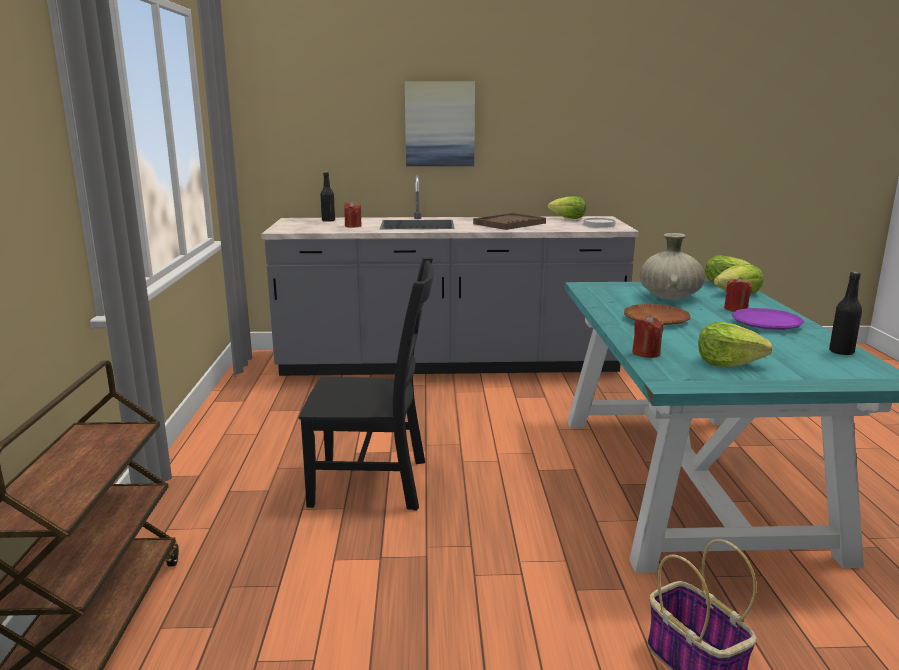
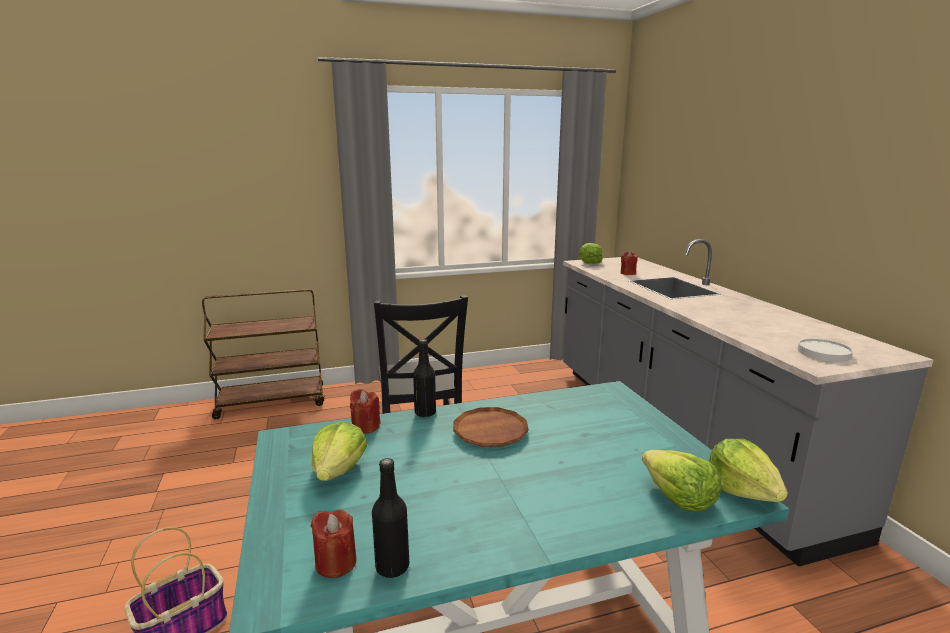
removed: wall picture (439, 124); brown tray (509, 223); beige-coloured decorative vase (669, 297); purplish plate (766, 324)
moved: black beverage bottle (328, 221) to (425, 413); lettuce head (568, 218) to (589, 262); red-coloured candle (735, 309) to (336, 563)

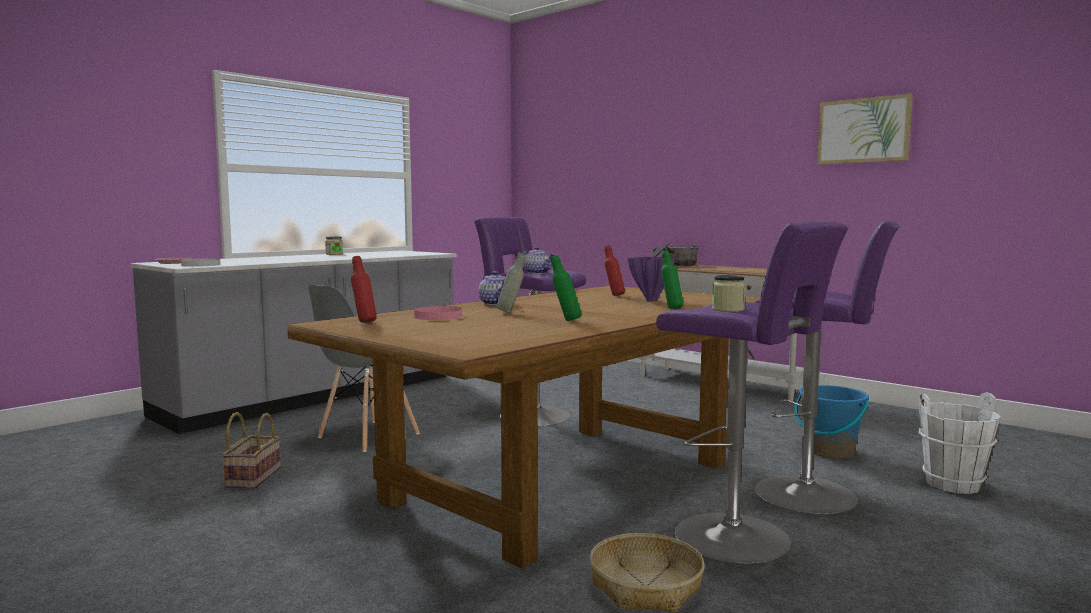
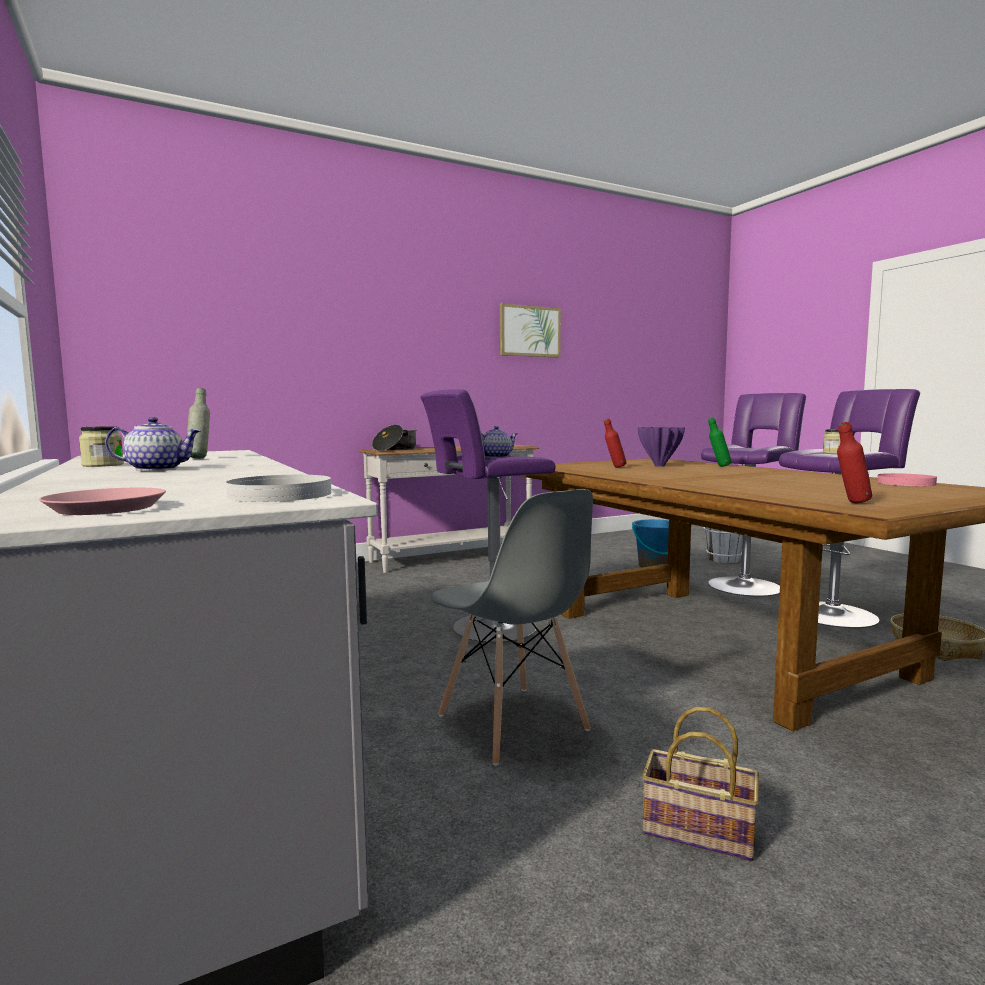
removed: green beverage bottle (565, 320)
moved: gray beverage bottle (511, 312) to (200, 458); tea pot (496, 304) to (157, 469); pink-coloured plate (437, 316) to (906, 483)

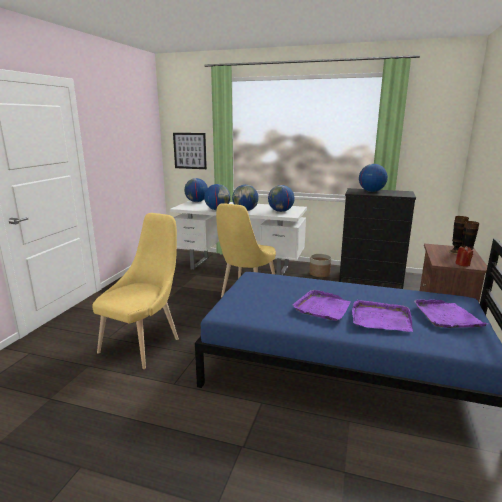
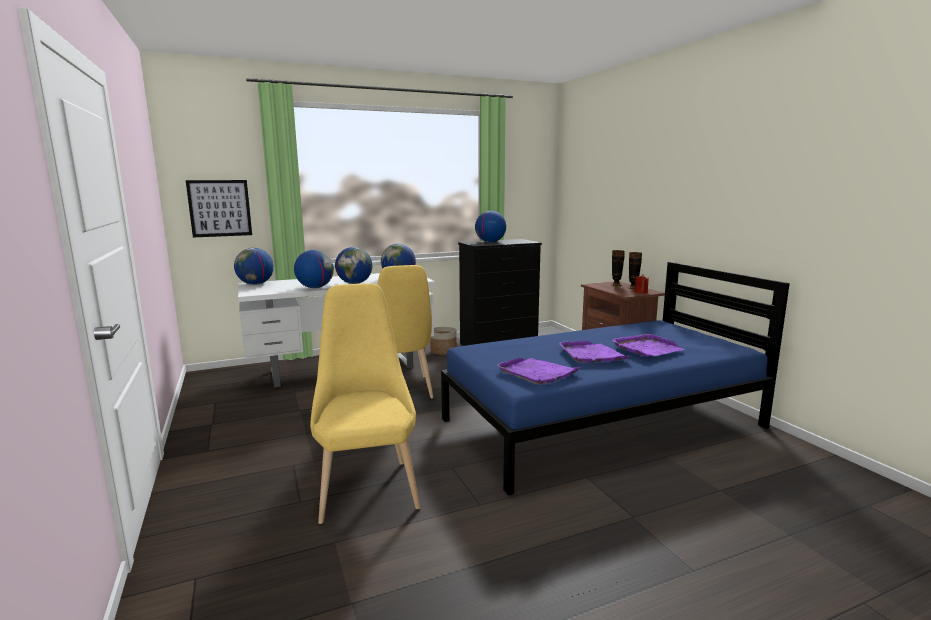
moved: purplish tray (446, 316) to (537, 372)

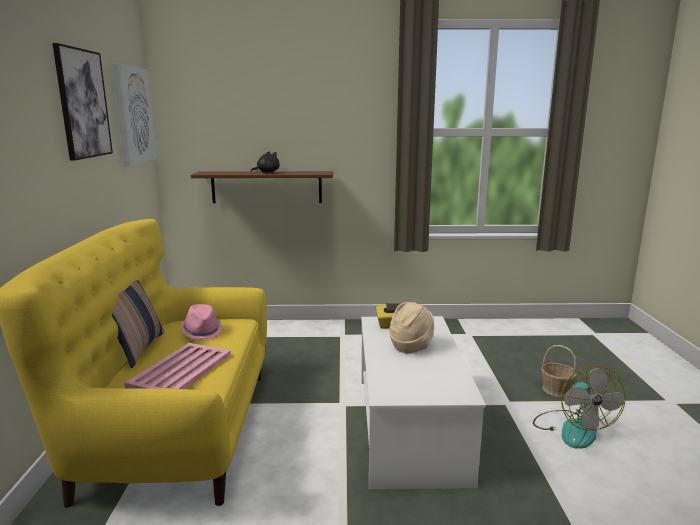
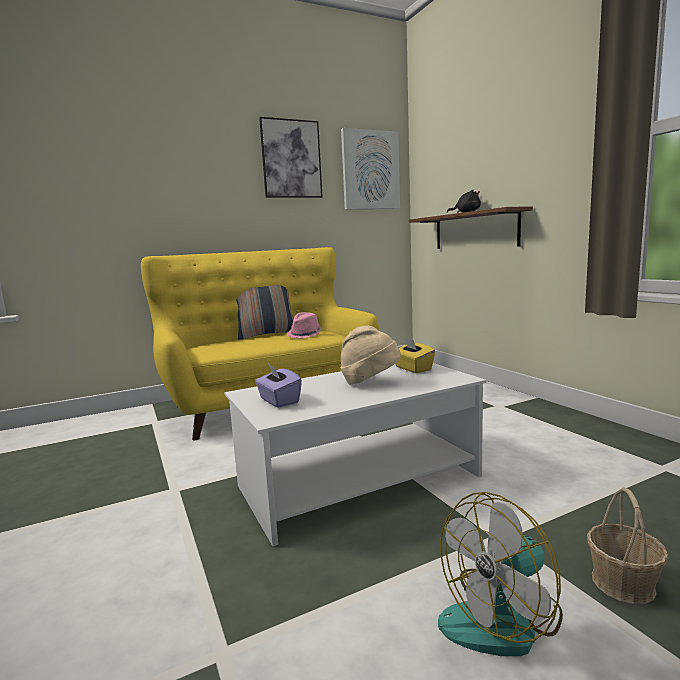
removed: pink-coloured tray (182, 370)
added: purplish tissue box (278, 401)

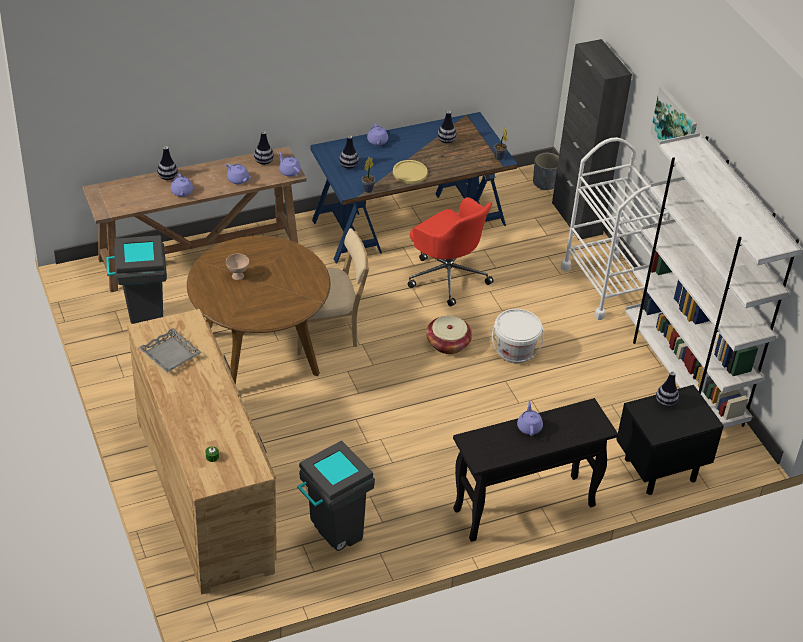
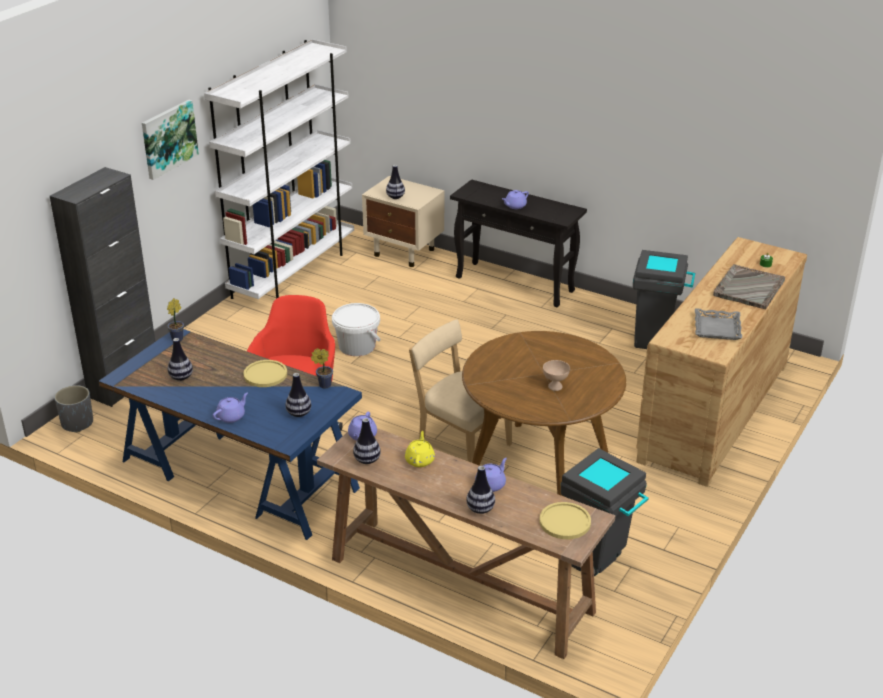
removed: whitish cart (607, 286); storage basket (448, 343)
added: gray tray (748, 288); yellow-coloured plate (565, 522)
recoloured: purplish tea pot (238, 180) to yellow-coloured tea pot (420, 460); black bedside table (659, 470) to beige-coloured bedside table (405, 252)

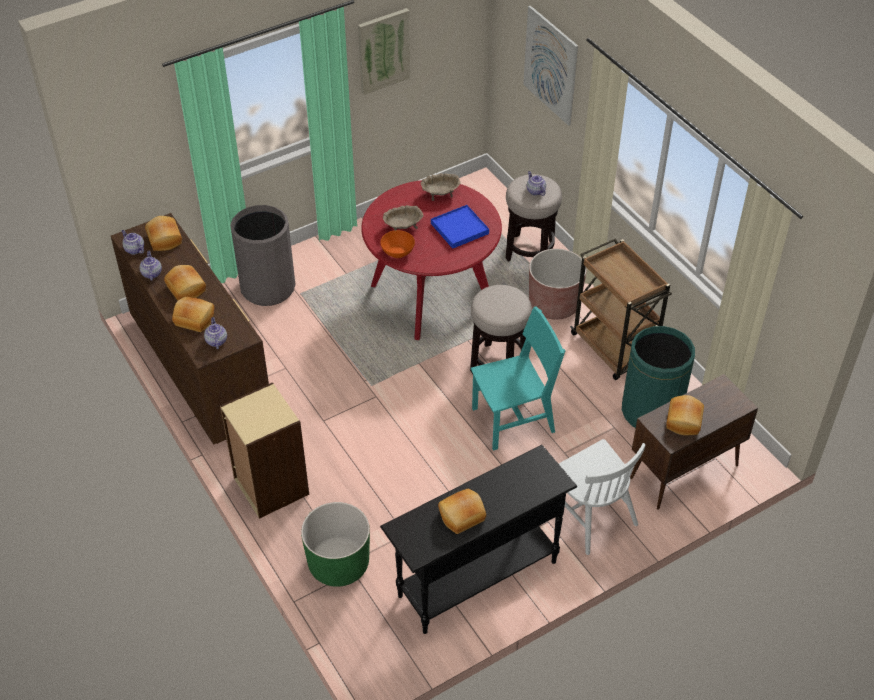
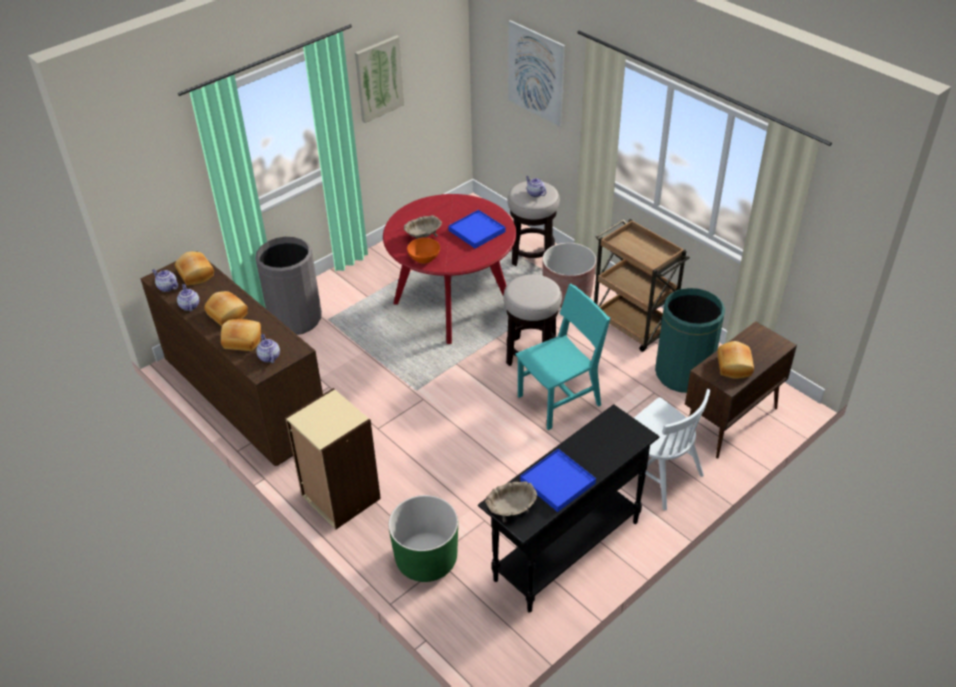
moved: beige-coloured deep dish (440, 193) to (511, 509)
replaced: baked bread (462, 517) to bluish tray (557, 482)

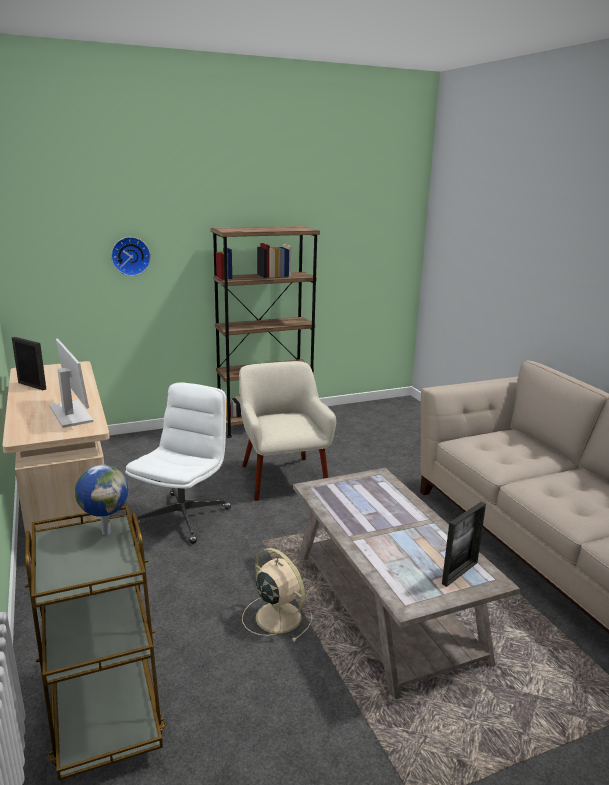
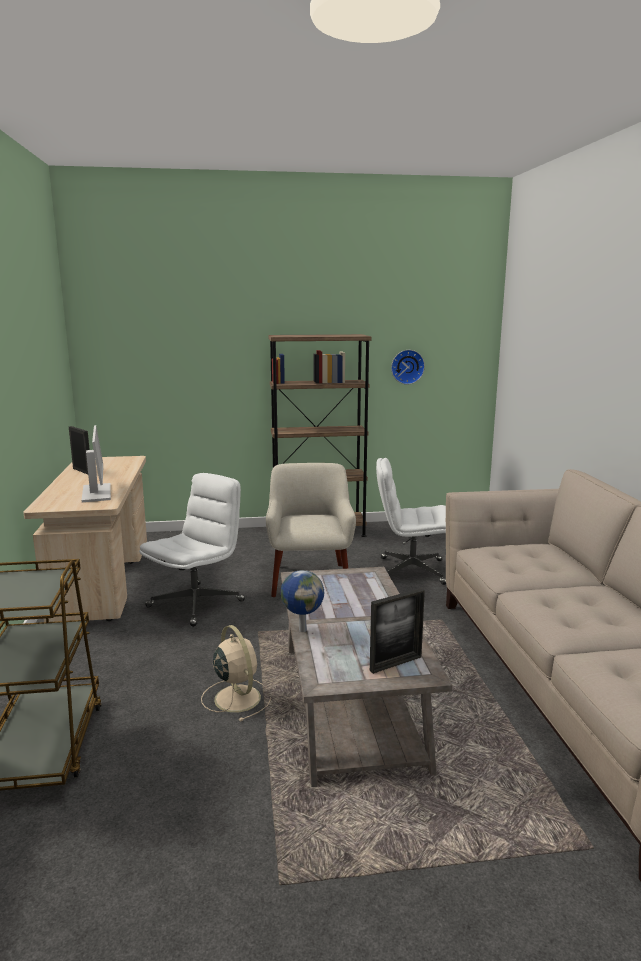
added: whitish office chair (411, 571)
moved: clock on the wall (130, 256) to (407, 366); world globe (106, 532) to (302, 630)

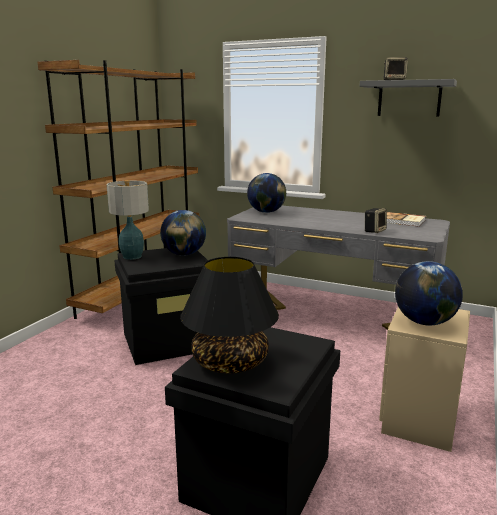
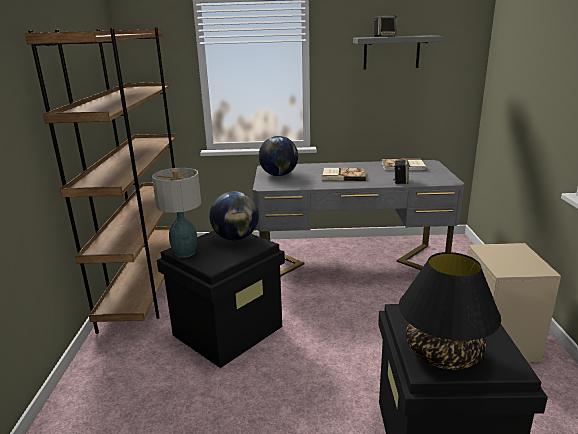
removed: world globe (424, 322)
added: volume (343, 176)

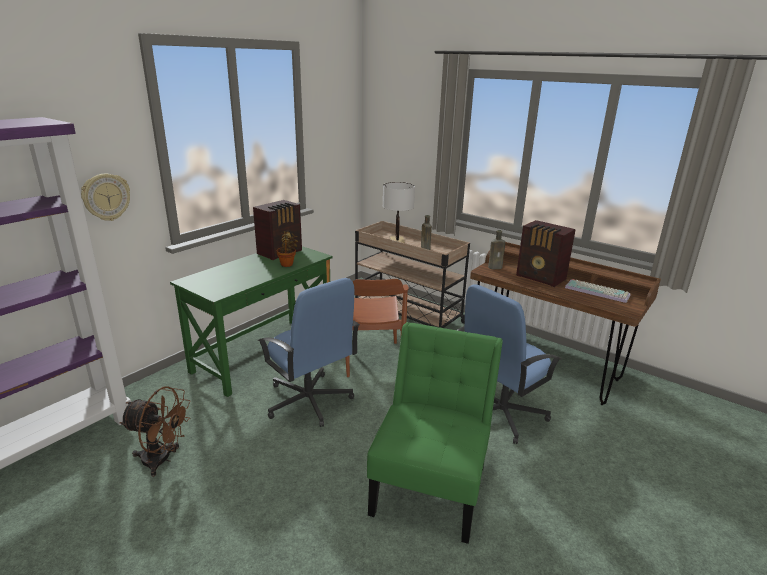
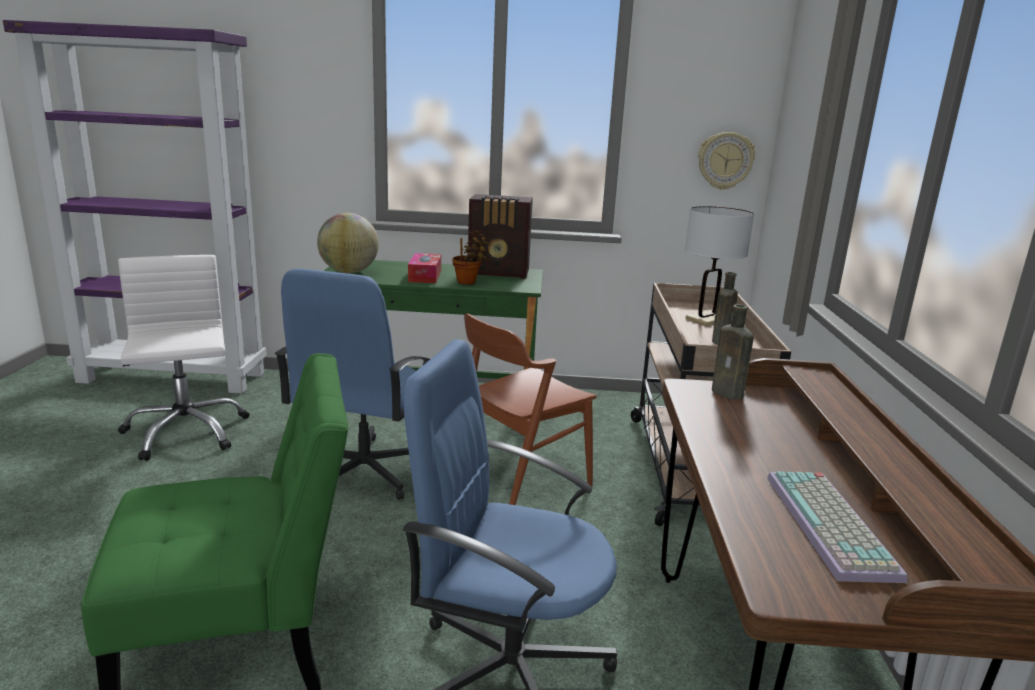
removed: radio (541, 278)
added: world globe (349, 272); tissue box (425, 276)
moved: clock on the wall (106, 197) to (725, 161)
replaced: brown cooling fan (162, 460) to whitish office chair (185, 432)

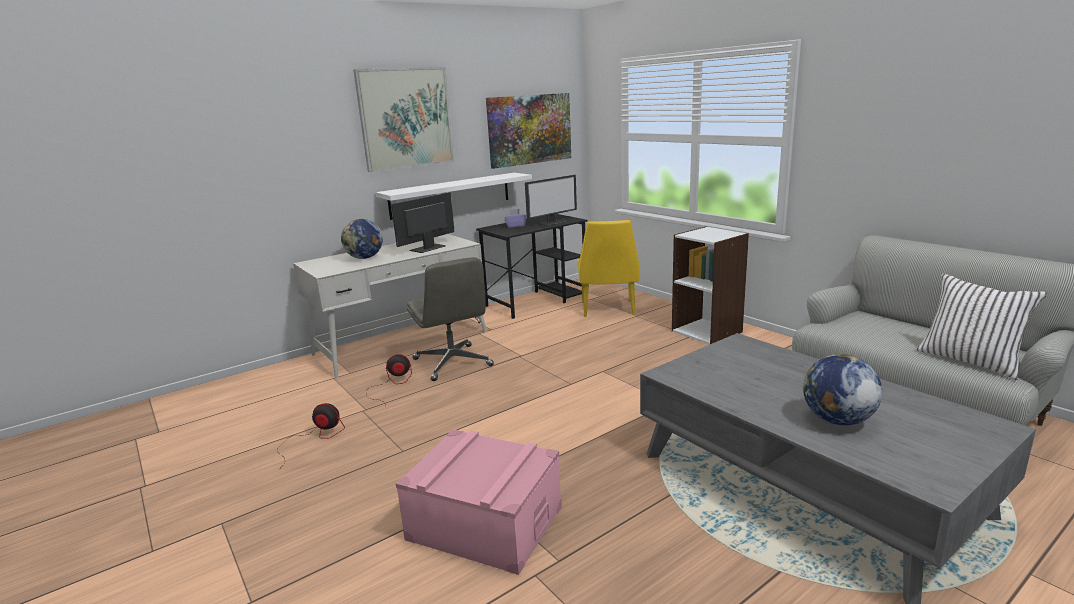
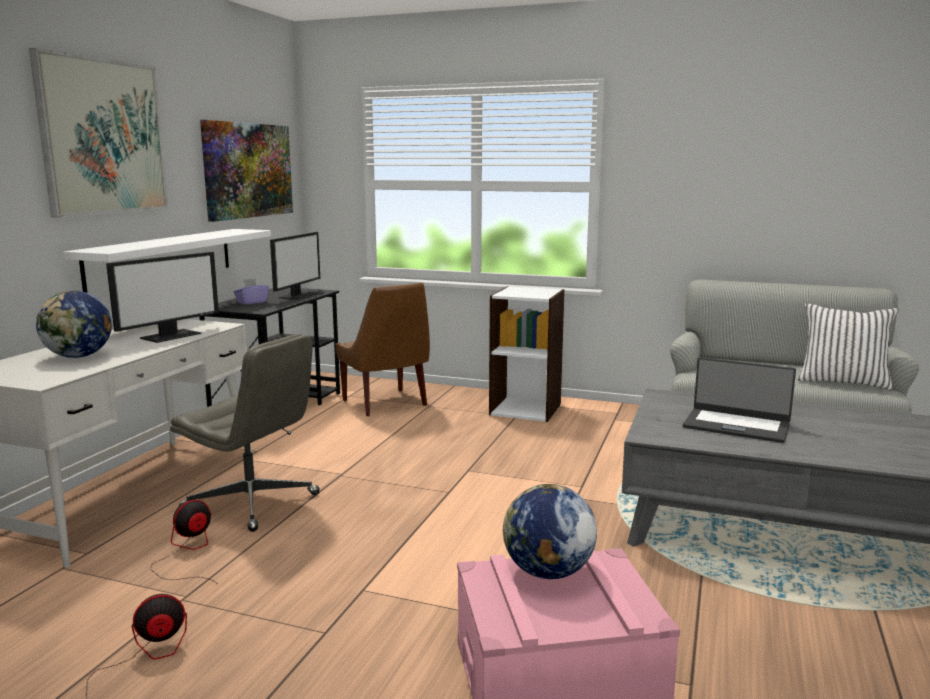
added: portable computer (736, 425)
moved: world globe (837, 420) to (547, 572)
recoloured: yellow-coloured plain chair (608, 309) to brown plain chair (386, 404)
turned: computer screen (428, 248) = (170, 335) 150 degrees counterclockwise

